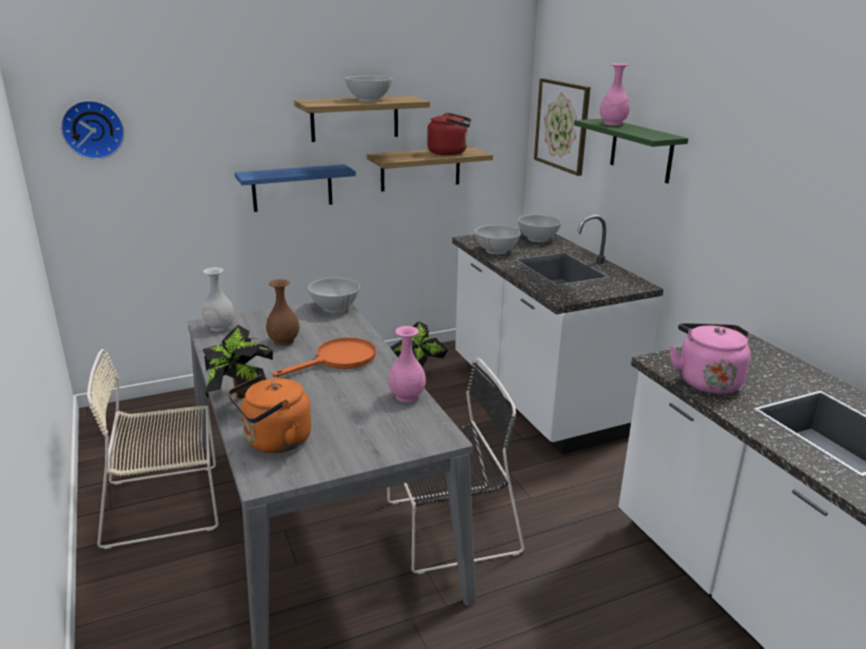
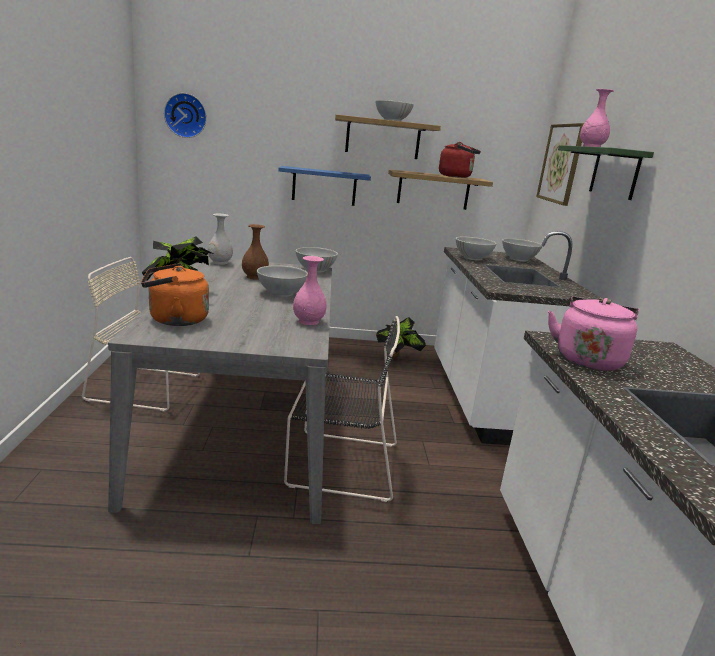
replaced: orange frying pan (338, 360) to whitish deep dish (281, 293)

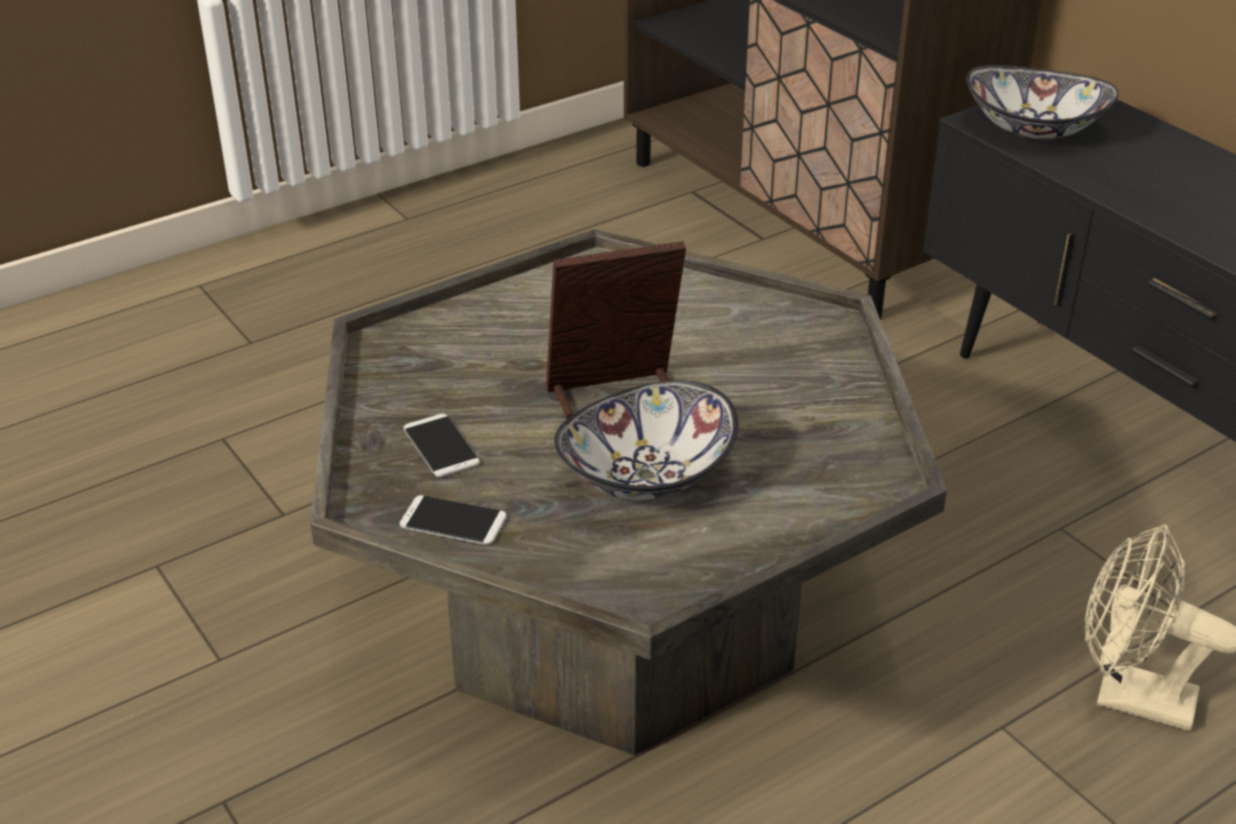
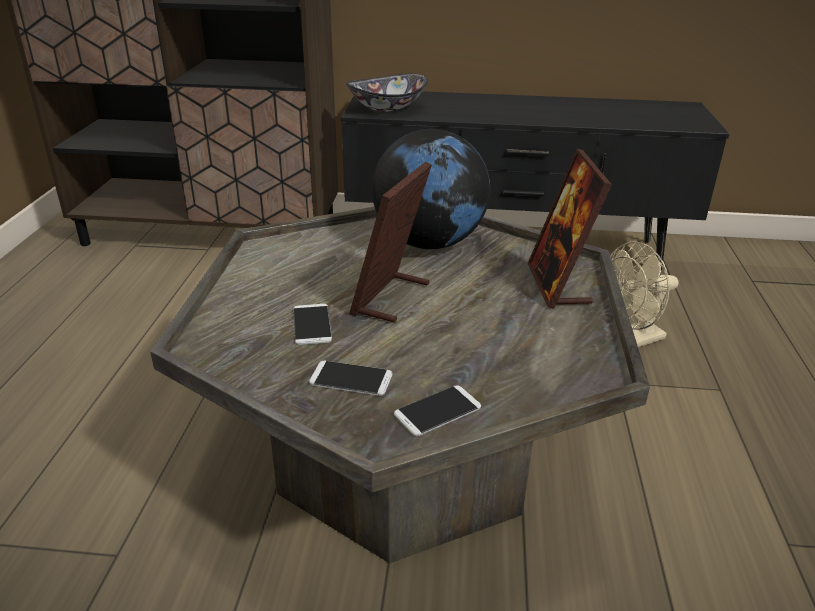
removed: deep dish (645, 475)
added: world globe (429, 243); picture frame (558, 285); telephone (312, 325)

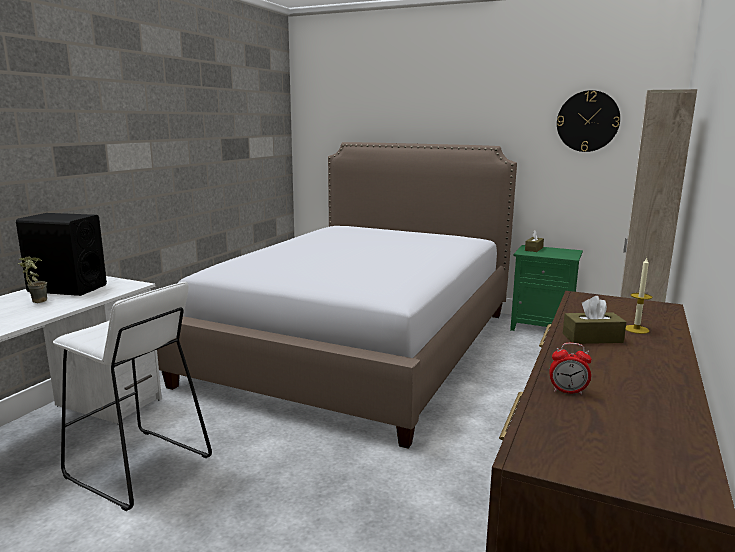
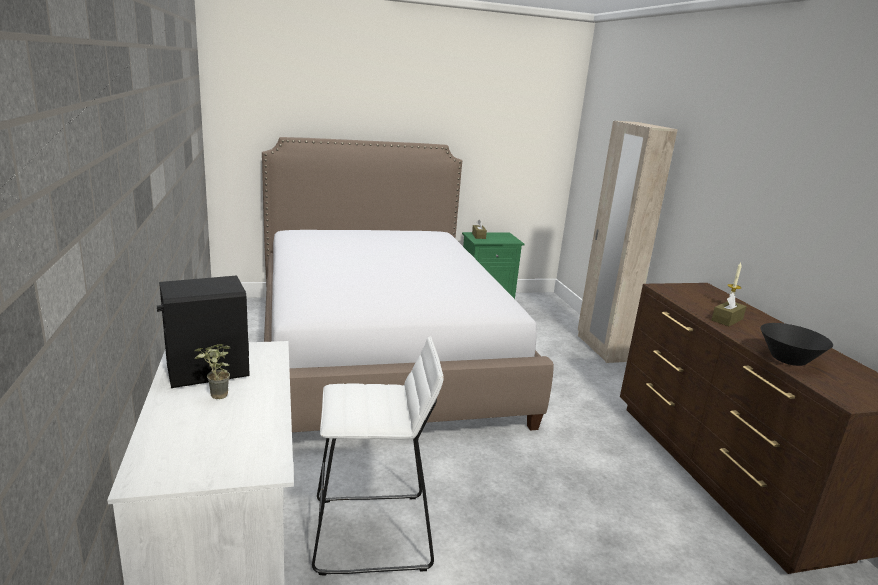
removed: clock on the wall (588, 121)
replaced: table clock (567, 391) to black deep dish (788, 359)

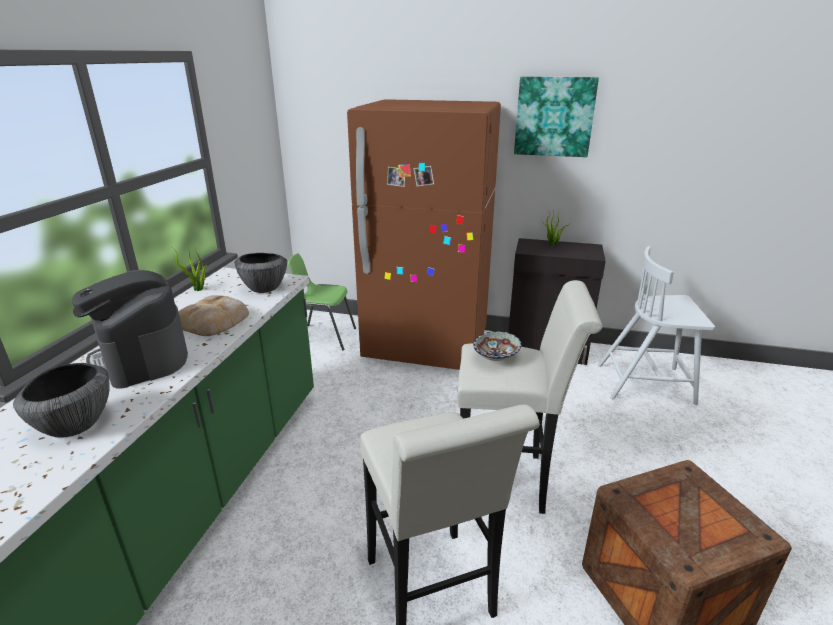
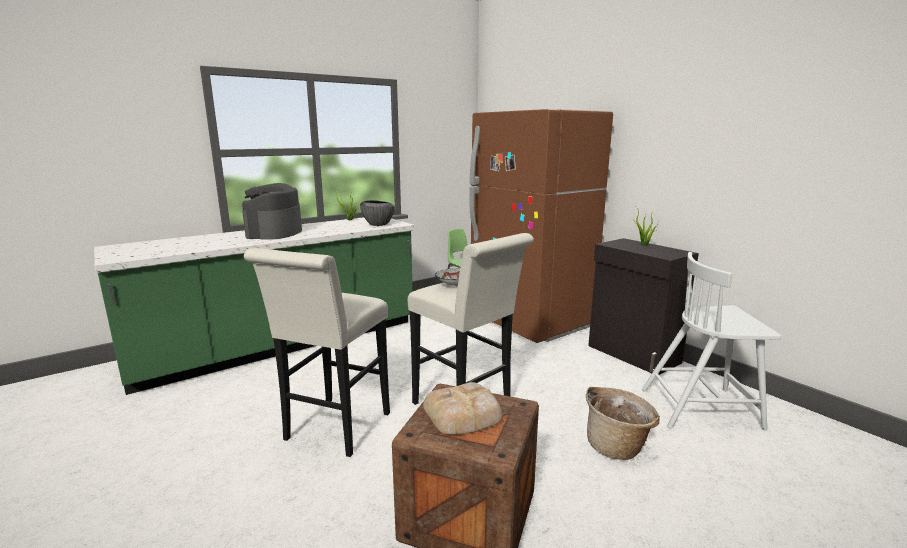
removed: wall picture (554, 117); deep dish (75, 425)
added: storage basket (617, 446)
moved: baked bread (214, 321) to (464, 414)
turned: whitish plain chair (646, 383) = (702, 408) 45 degrees counterclockwise

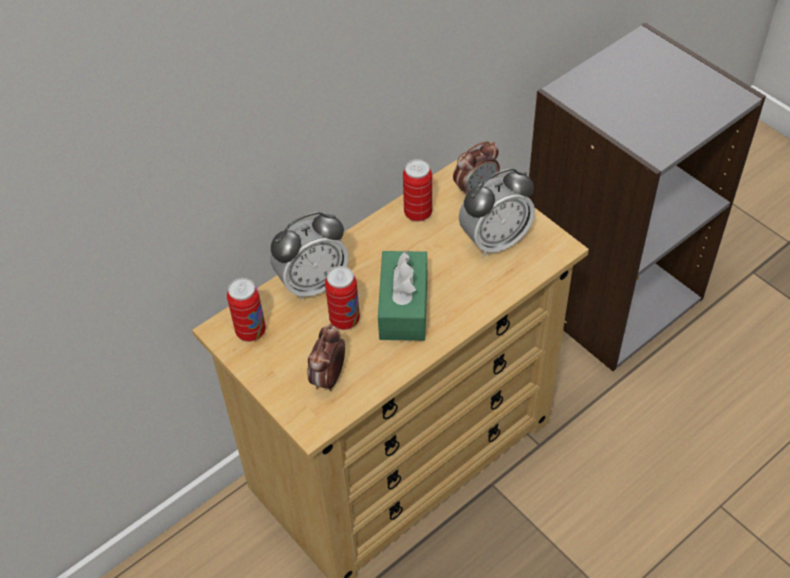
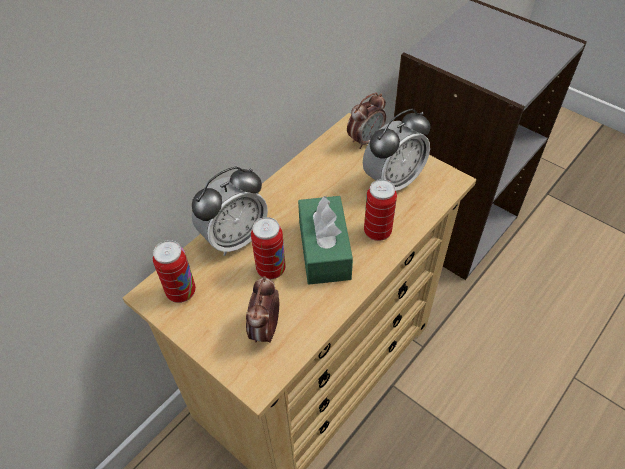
moved: can (418, 213) to (377, 232)

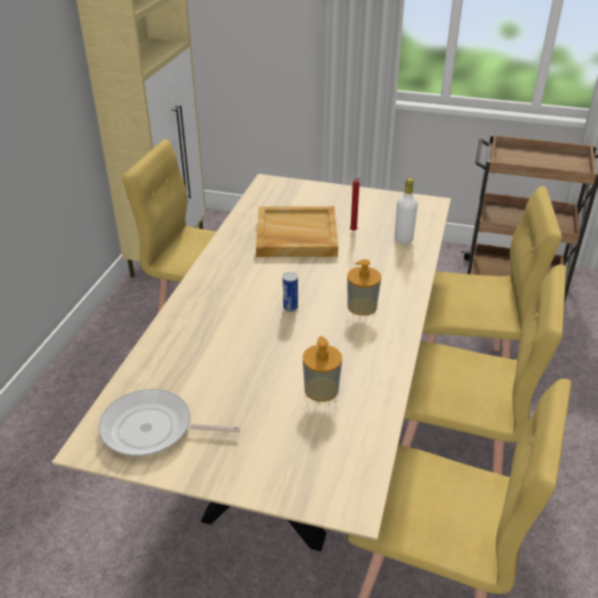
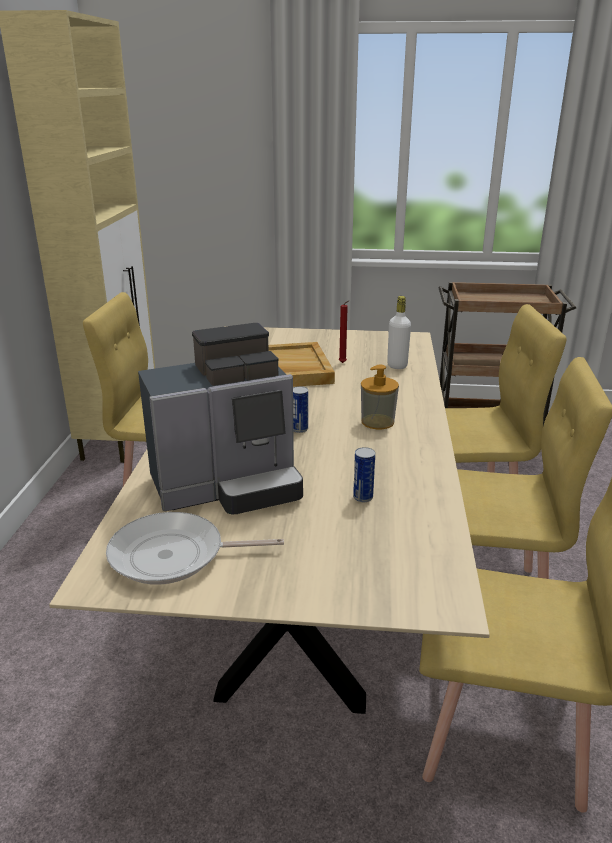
added: coffee machine (229, 486)
replaced: soap dispenser (321, 389) to can (363, 497)

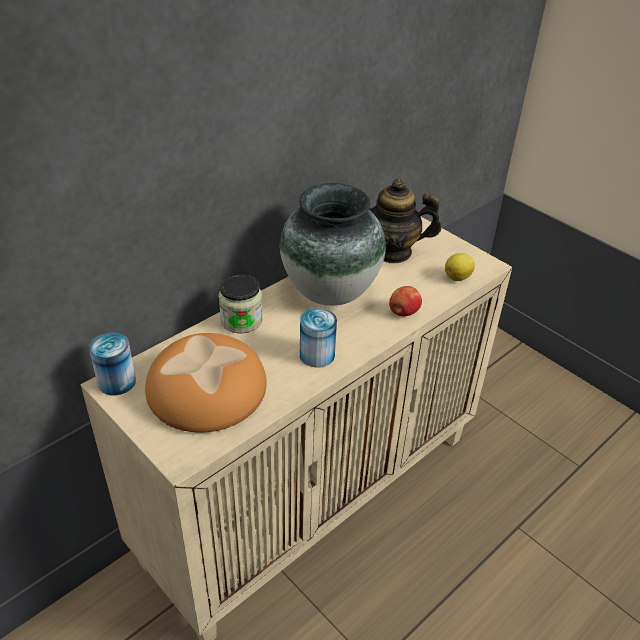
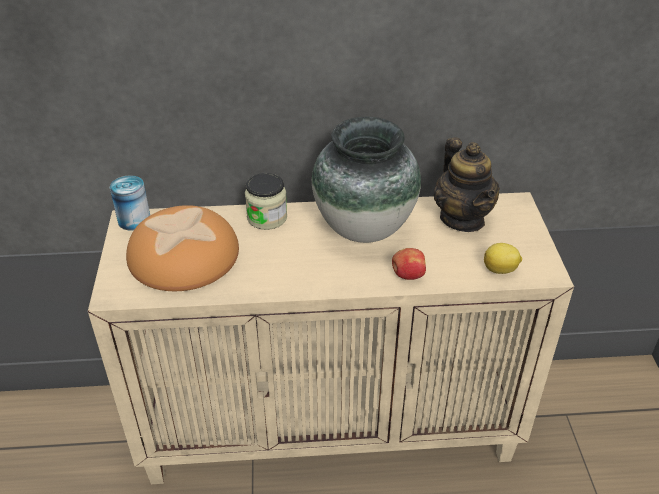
removed: can (317, 355)
turned: tea pot (391, 251) = (462, 218) 150 degrees counterclockwise

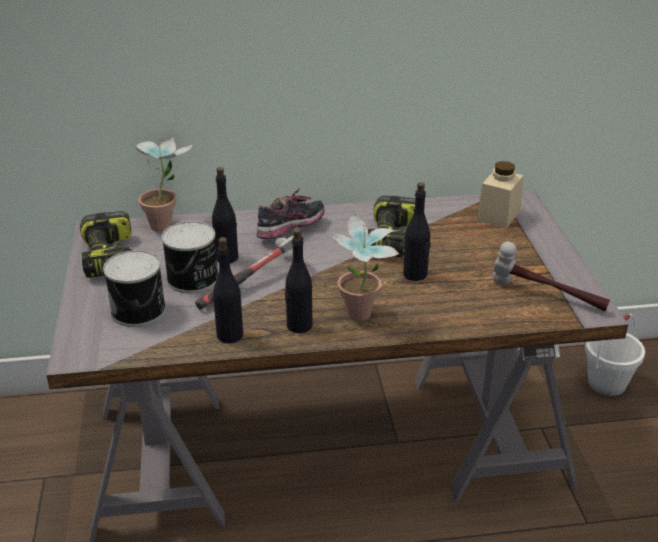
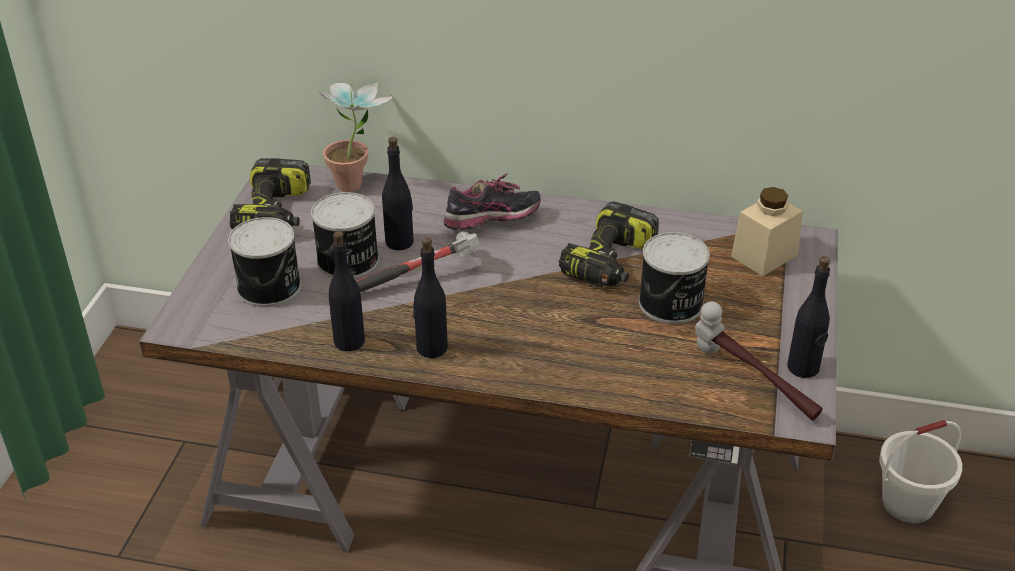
removed: plant in a pot (362, 319)
added: can (671, 304)
moved: black beverage bottle (415, 274) to (803, 368)

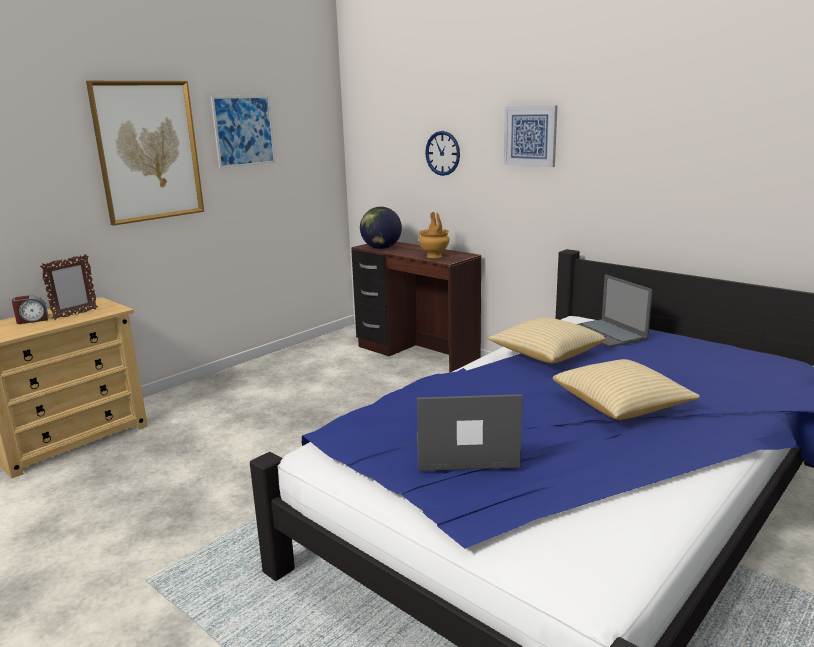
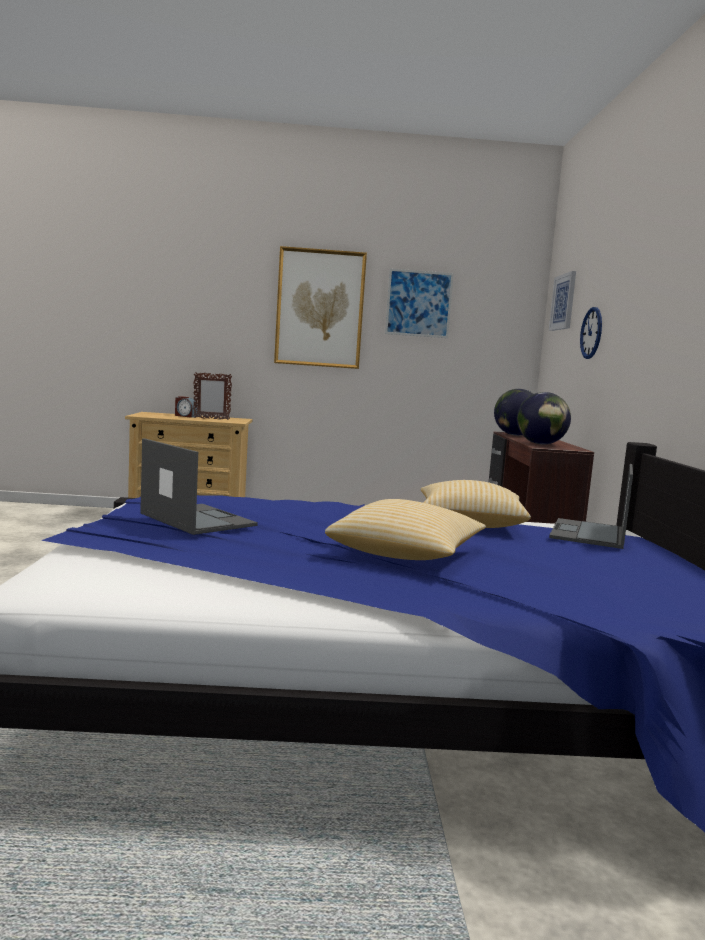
moved: wall picture (530, 136) to (563, 302)
replaced: brown decorative vase (434, 256) to world globe (541, 444)

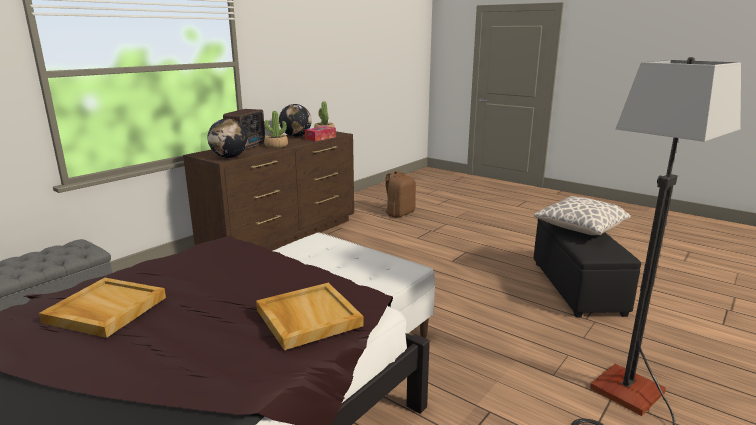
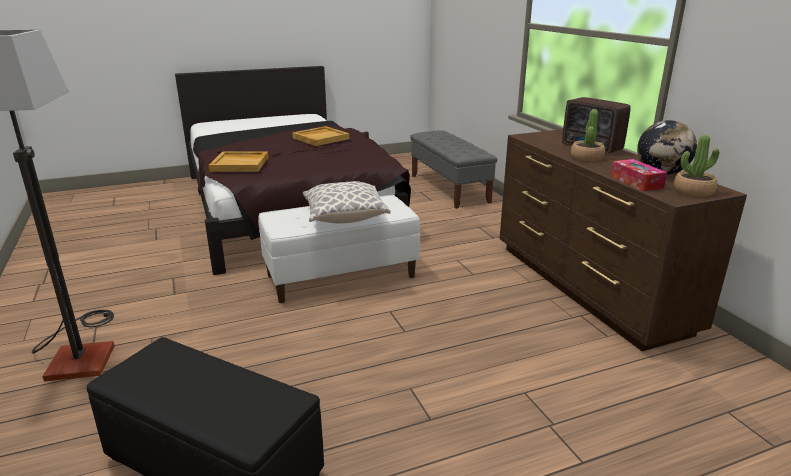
removed: world globe (229, 157); brown rucksack (399, 213)
moved: throw pillow (580, 229) to (345, 218)

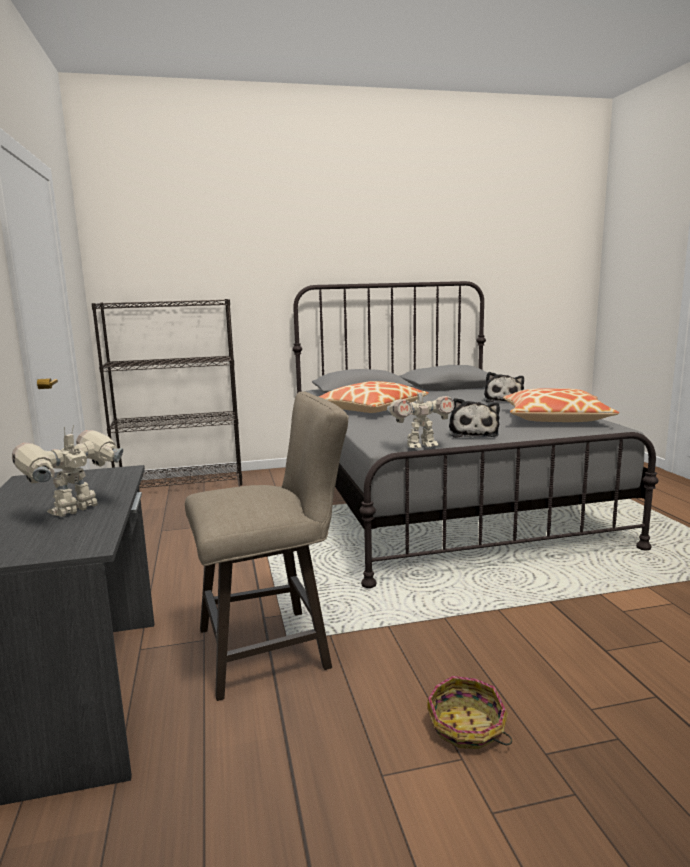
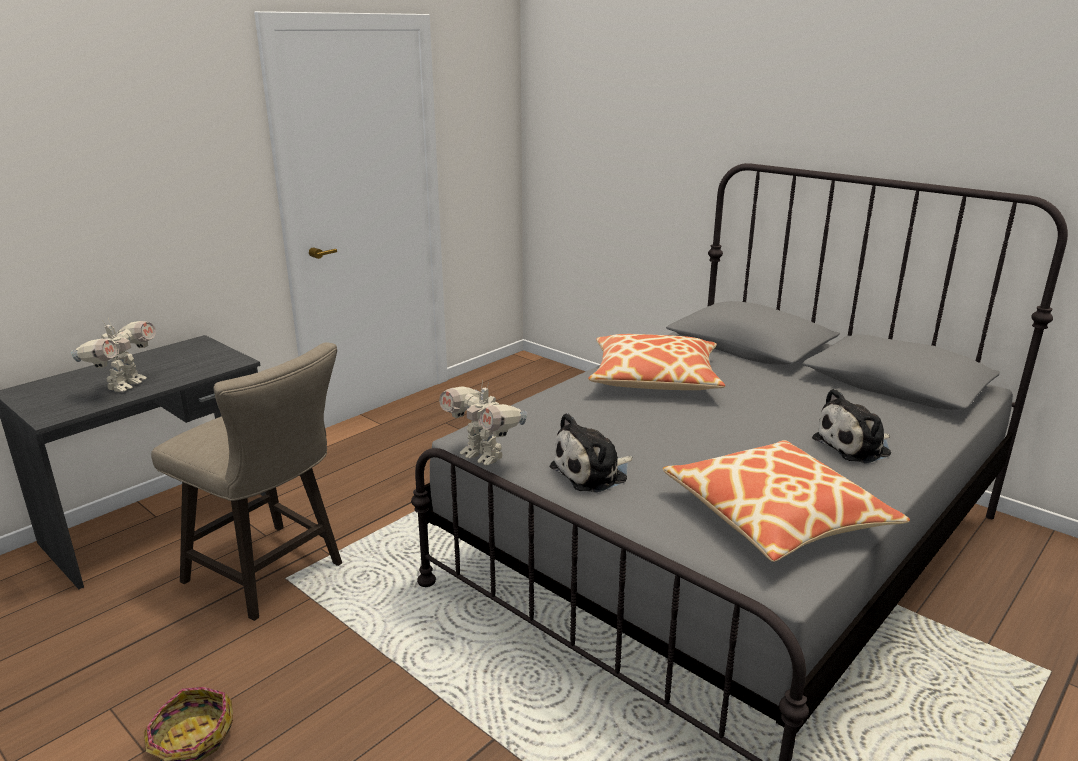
removed: black bookshelf (182, 483)
turned: robot figure (76, 511) = (125, 385) 105 degrees clockwise

